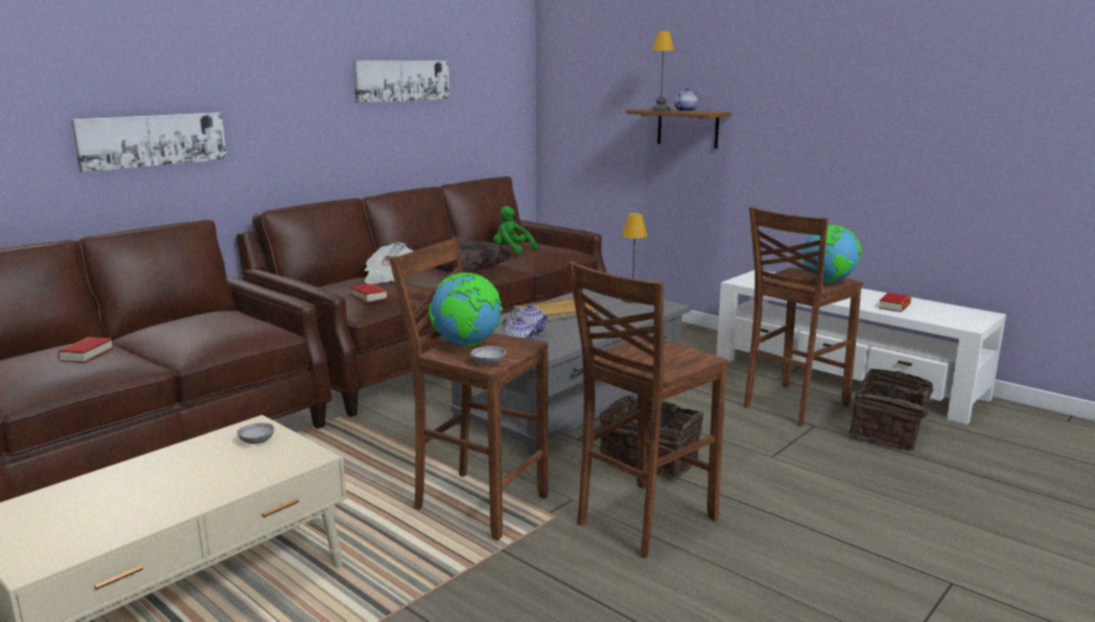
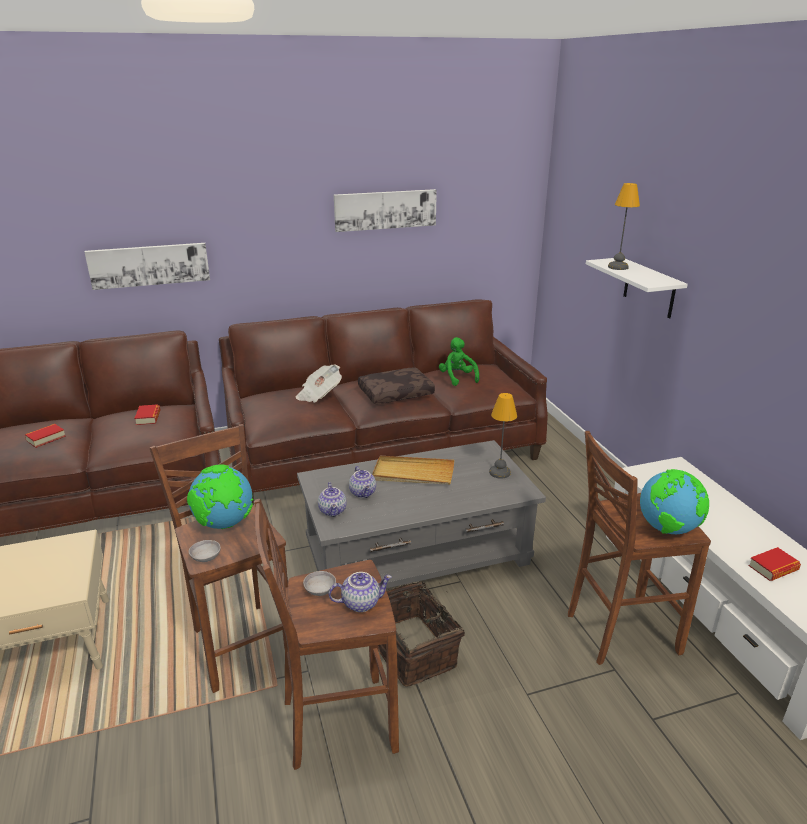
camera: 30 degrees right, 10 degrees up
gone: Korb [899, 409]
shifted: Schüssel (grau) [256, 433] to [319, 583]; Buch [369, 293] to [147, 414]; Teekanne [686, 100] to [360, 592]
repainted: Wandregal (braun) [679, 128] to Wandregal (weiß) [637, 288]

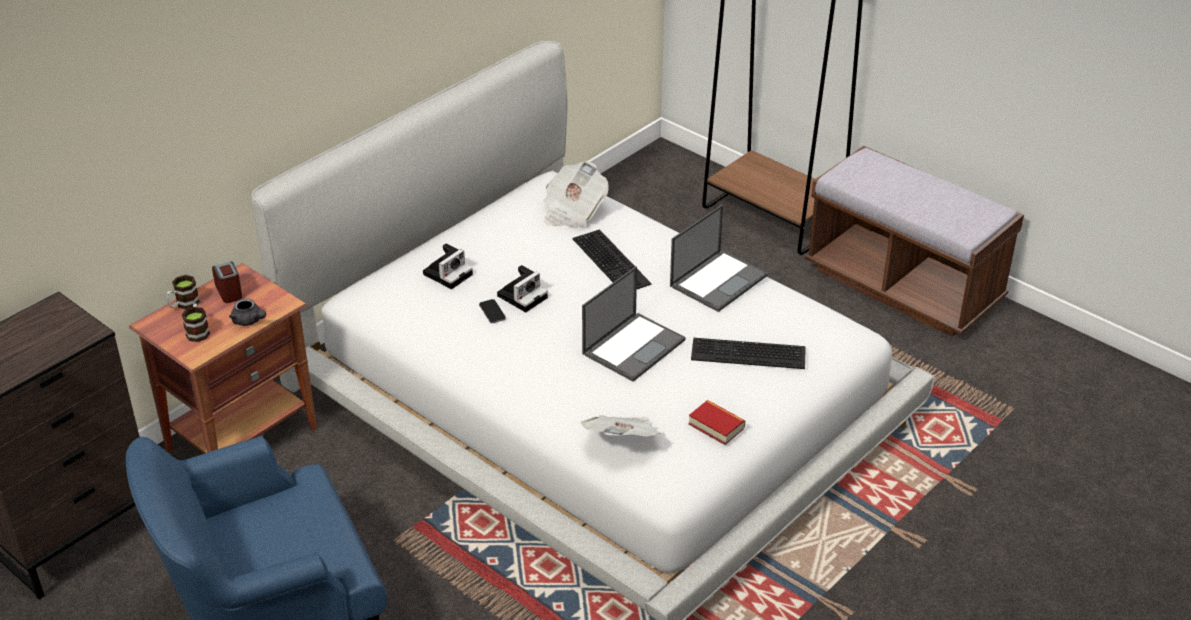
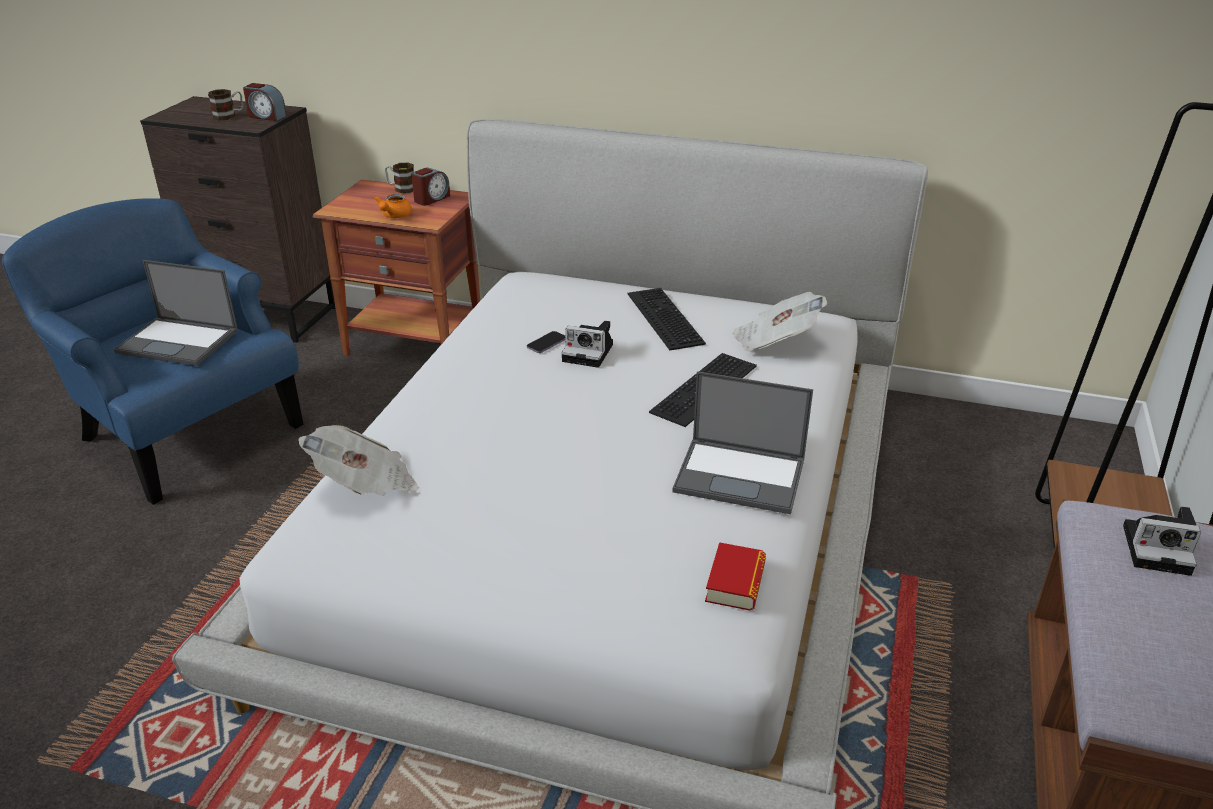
camera: 65 degrees right, 5 degrees down
new: Wecker [265, 102]
shifted: Henkelbecher [196, 322] to [225, 104]; Kamera [448, 266] to [1162, 541]; Laptop [633, 324] to [176, 313]; Buch [717, 422] to [735, 576]; Tastatur [748, 353] to [667, 319]
repainted: Teekanne (grau) [247, 312] to Teekanne (orange) [393, 206]

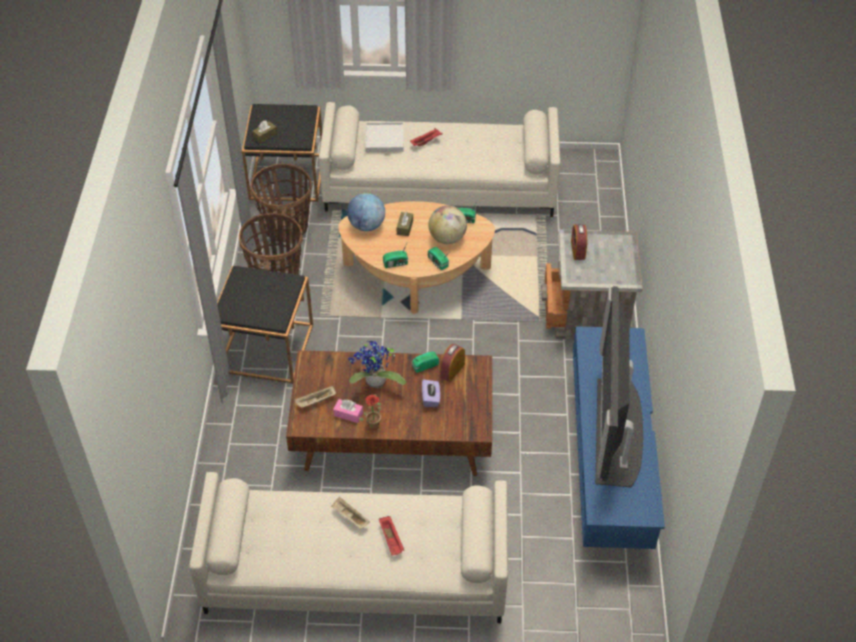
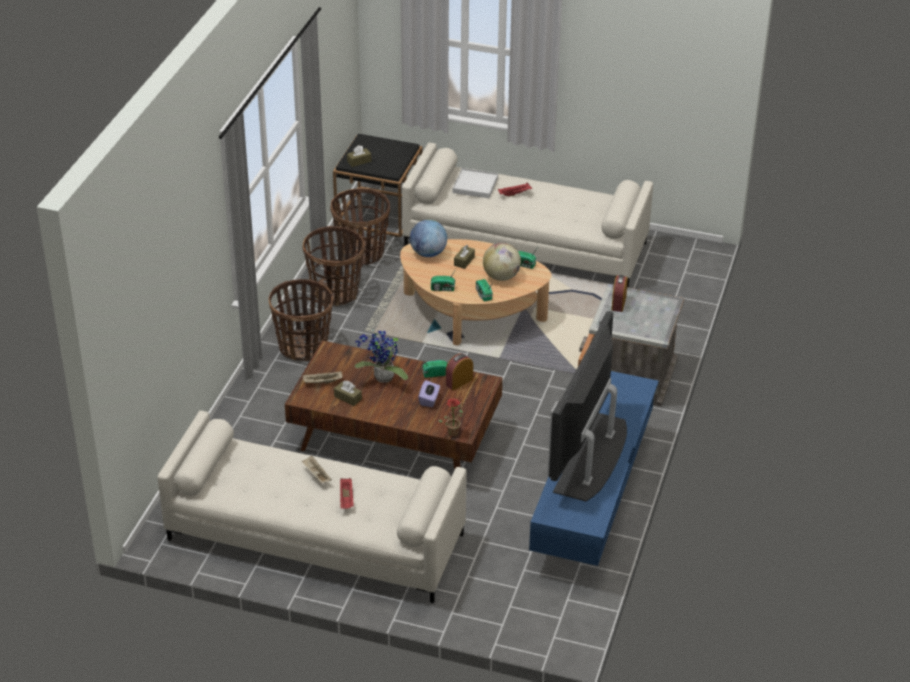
camera: 15 degrees right, 10 degrees down
shifted: Topfpflanze [370, 412] to [450, 418]
swapped: Beistelltisch (schwarz) [265, 324] to Korb [301, 320]
repainted: Taschentuchbox (rosa) [348, 411] to Taschentuchbox (braun) [348, 393]

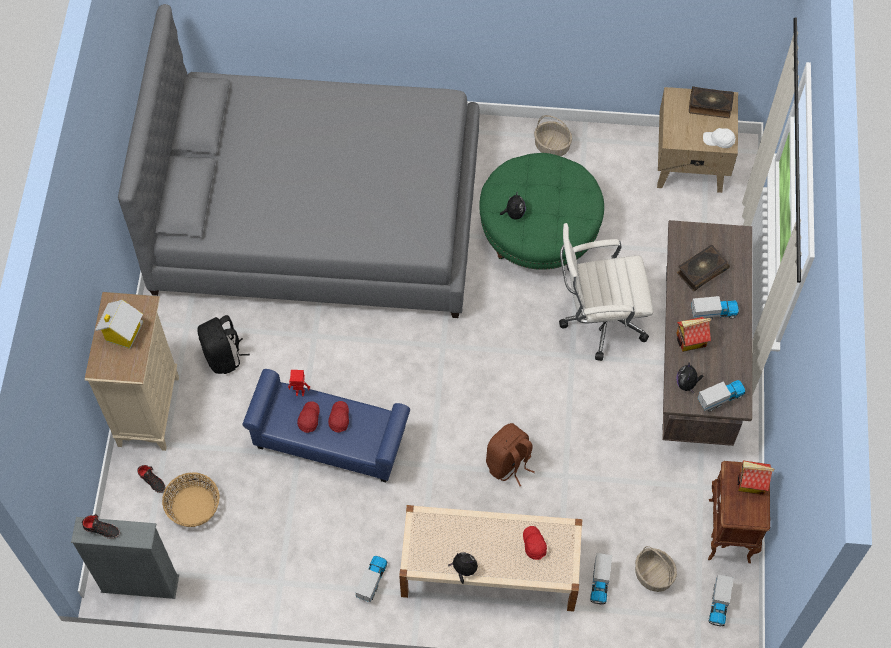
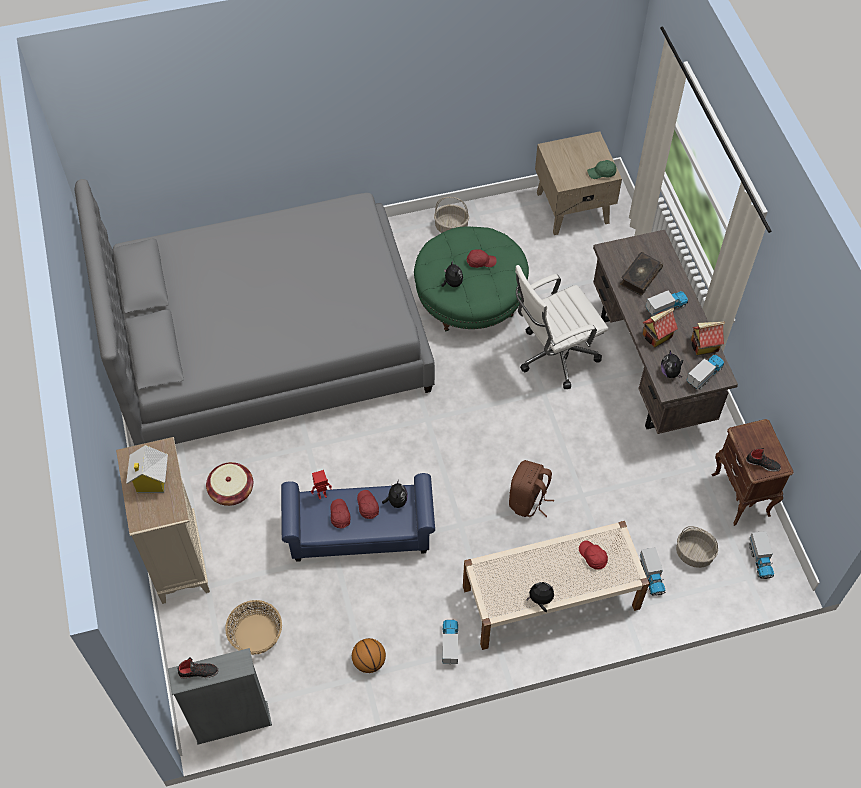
camera: 20 degrees left, 5 degrees down
gone: Buch [711, 102]
new: Basketball [369, 655]; Plüschtier [395, 494]; Kappe (rot) [482, 259]
shifted: Schuh (schwarz) [151, 479] to [763, 460]; Spielzeughaus [756, 478] to [708, 338]
swapped: Rucksack (schwarz) [223, 344] to Korb [229, 484]
repainted: Kappe (weiß) [719, 138] to Kappe (grün) [602, 169]

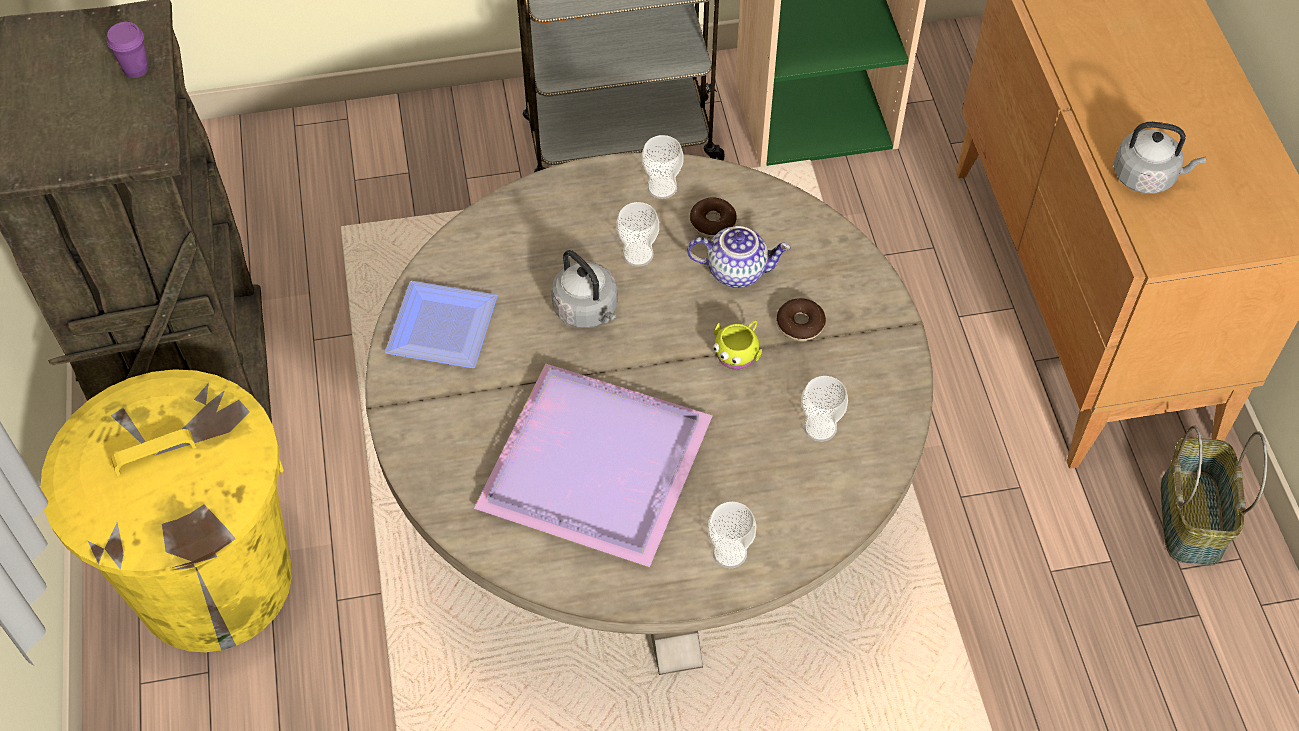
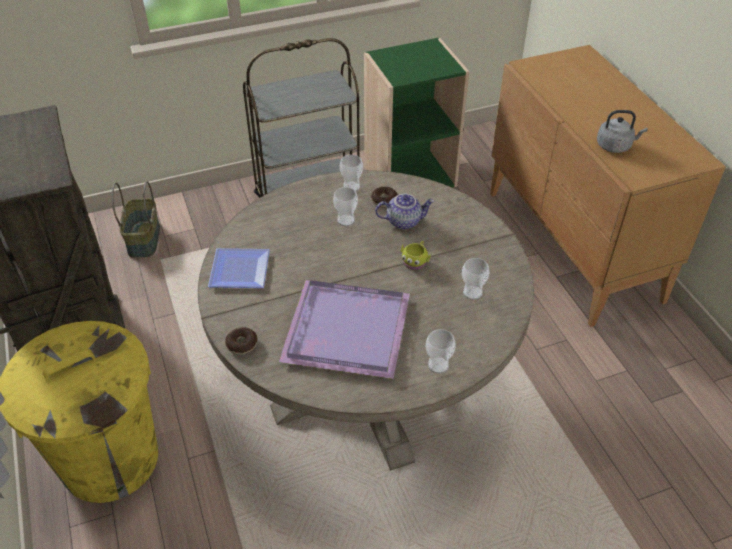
camera: 10 degrees left, 10 degrees down
gone: Tasse (lila) [127, 50]; Wasserkessel (grau) [584, 289]
shifted: Donut [801, 319] to [241, 341]; Korb [1214, 495] to [136, 219]

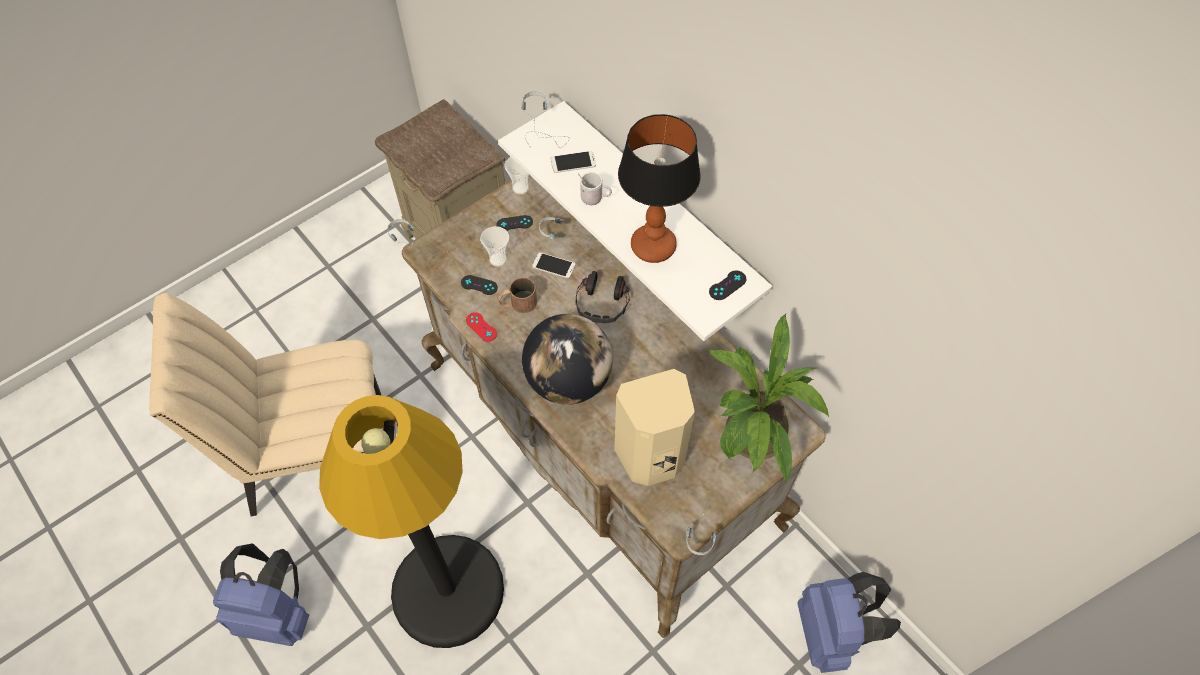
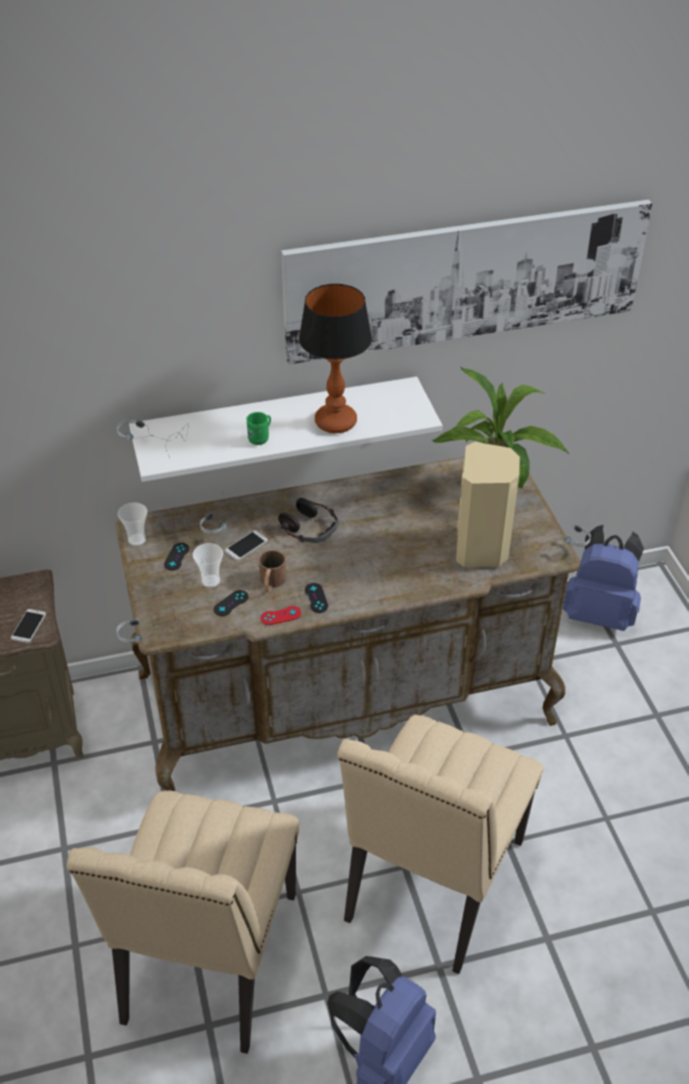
camera: 65 degrees left, 15 degrees down
gone: Globus [567, 359]
new: Bild [466, 282]
shifted: Handy [573, 162] to [28, 626]; Gamepad (schwarz) [728, 285] to [316, 598]
swapped: Stehlampe (schwarz) [411, 521] to Stuhl (beige) [440, 844]
repainted: Henkelbecher (weiß) [595, 188] to Henkelbecher (grün) [258, 428]

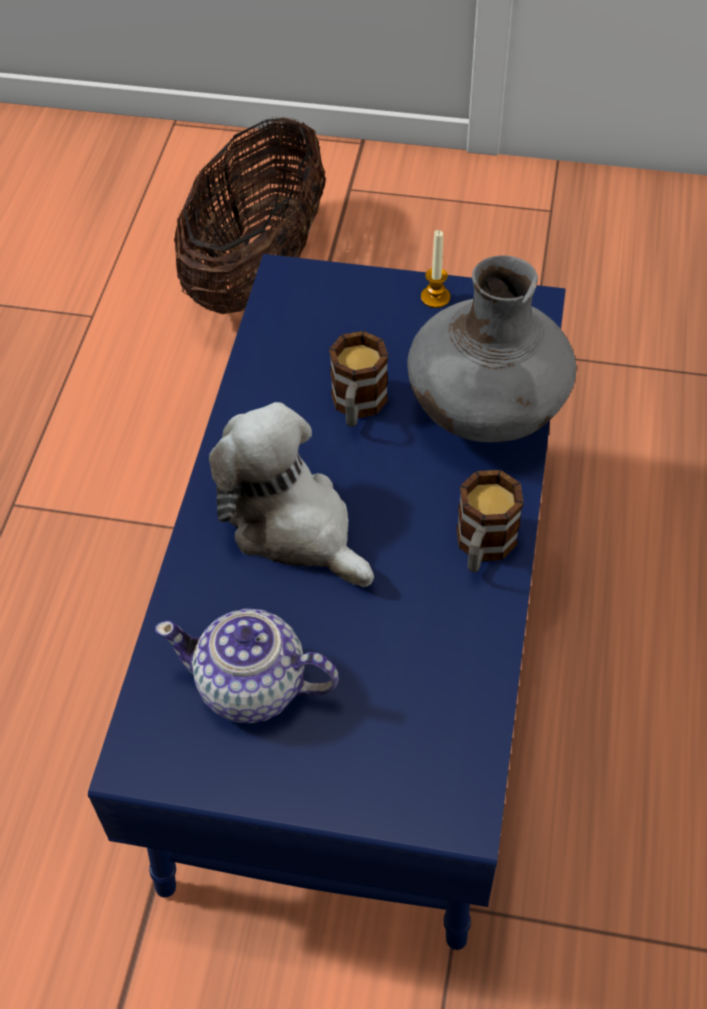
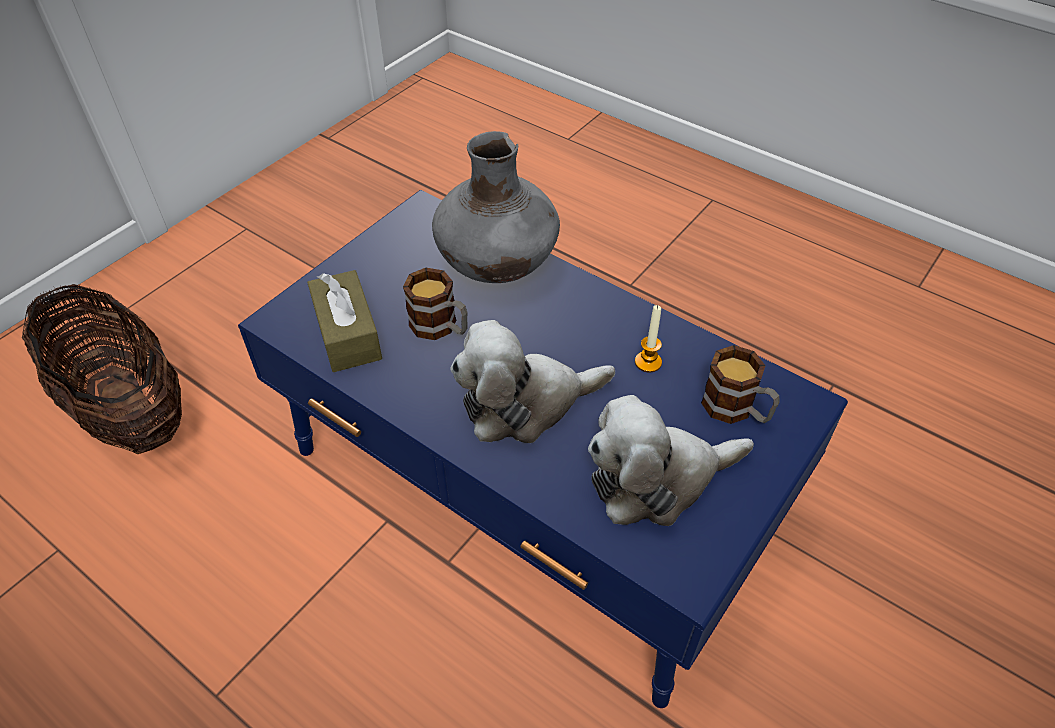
camera: 65 degrees left, 5 degrees down
new: Taschentuchbox (braun) [344, 321]
shifted: Kerze [435, 269] to [648, 339]; Henkelbecher [490, 521] to [740, 384]
swapped: Teekanne [246, 666] to Plüschtier [671, 460]

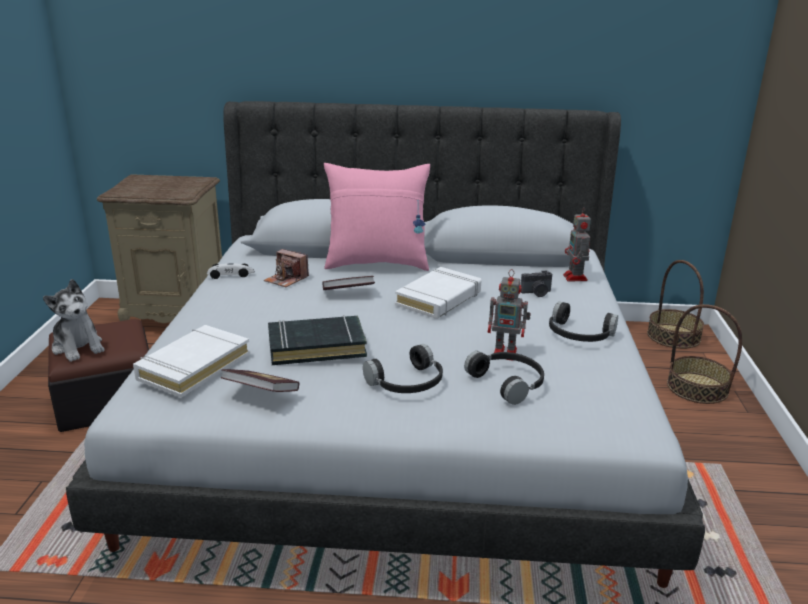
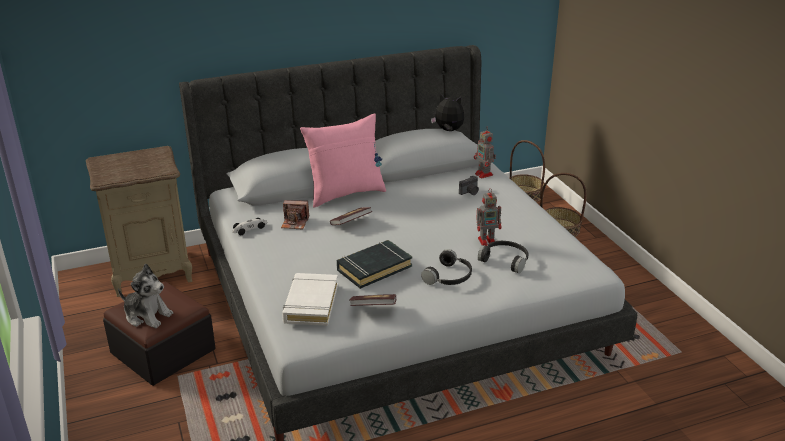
camera: 25 degrees left, 5 degrees up
gone: Buch (weiß) [438, 293]; Kopfhörer (schwarz) [583, 321]
new: Plüschtier [447, 112]

